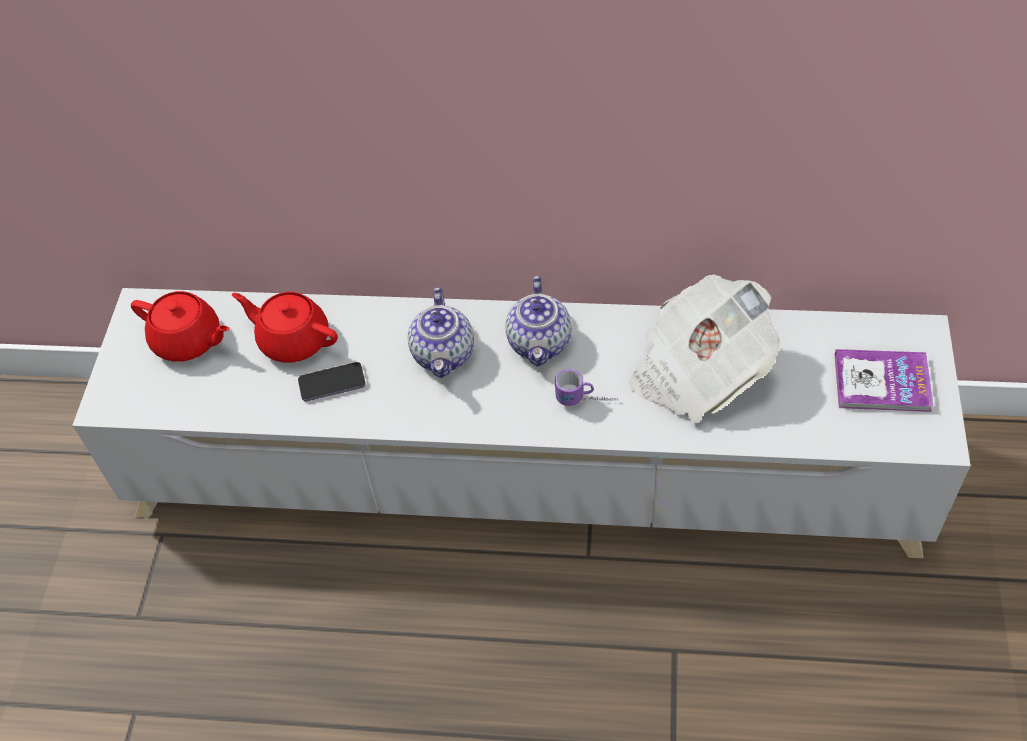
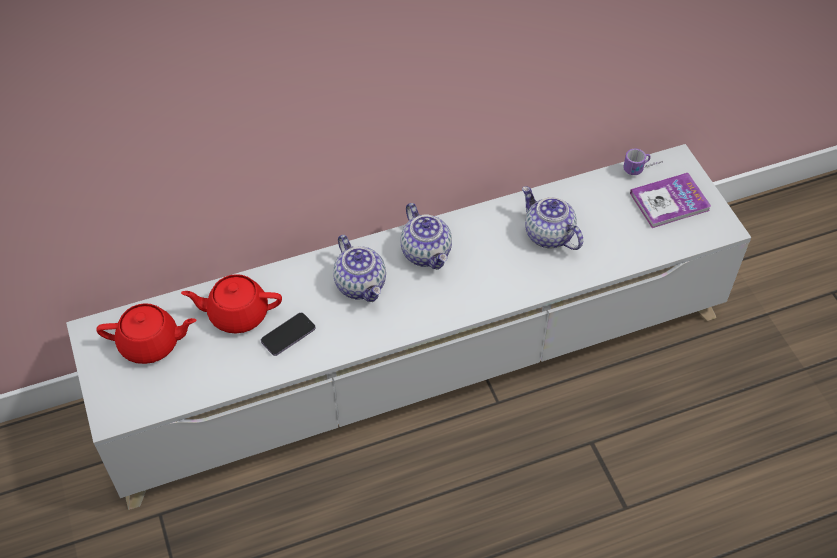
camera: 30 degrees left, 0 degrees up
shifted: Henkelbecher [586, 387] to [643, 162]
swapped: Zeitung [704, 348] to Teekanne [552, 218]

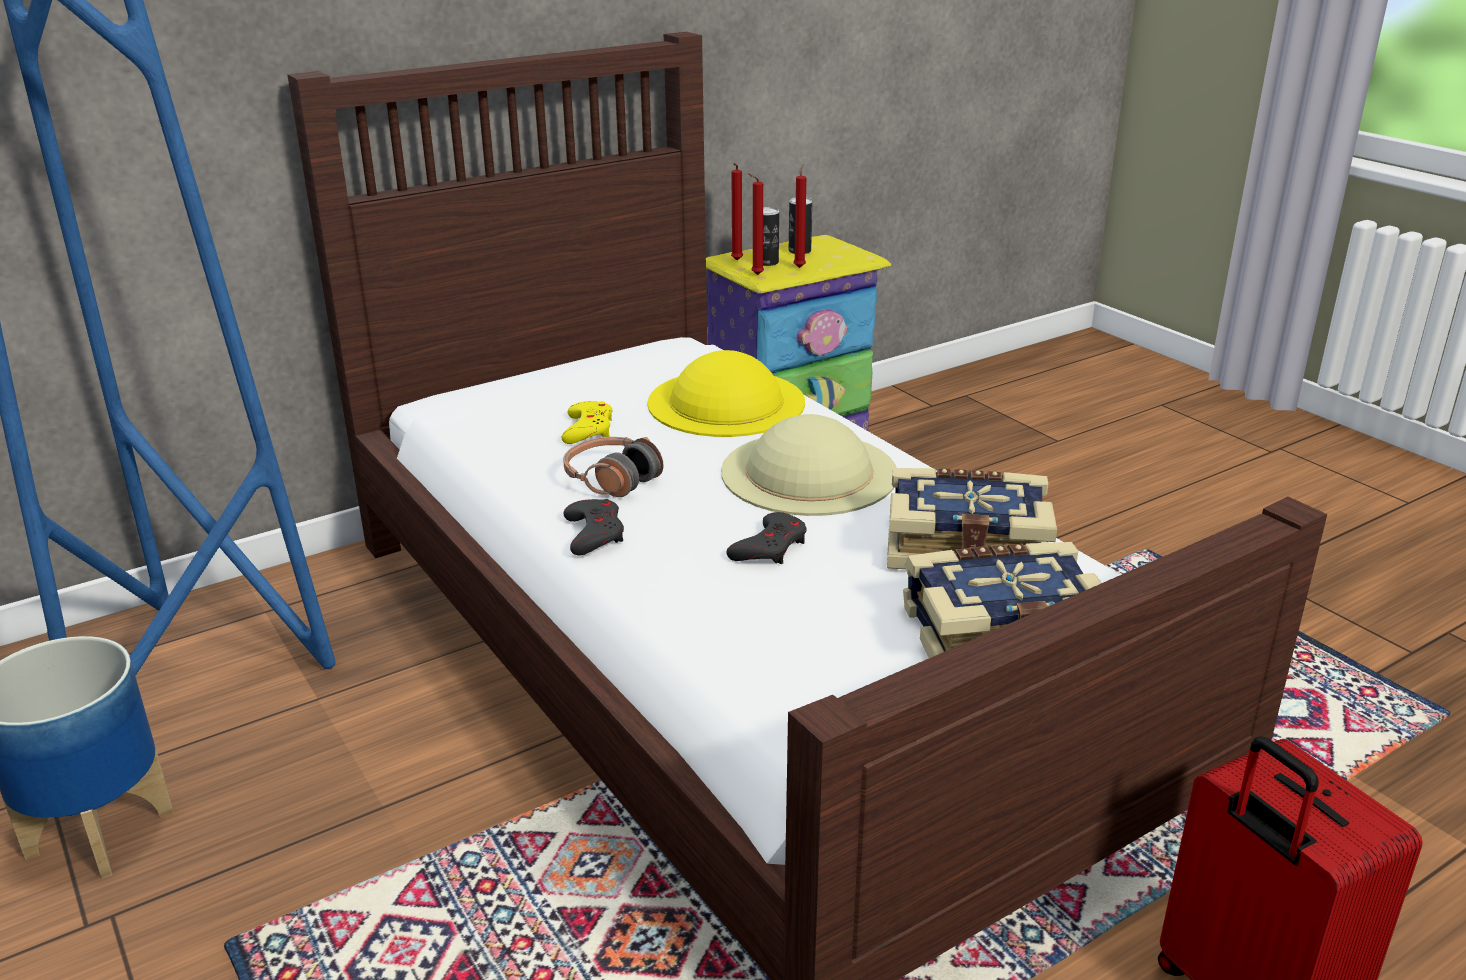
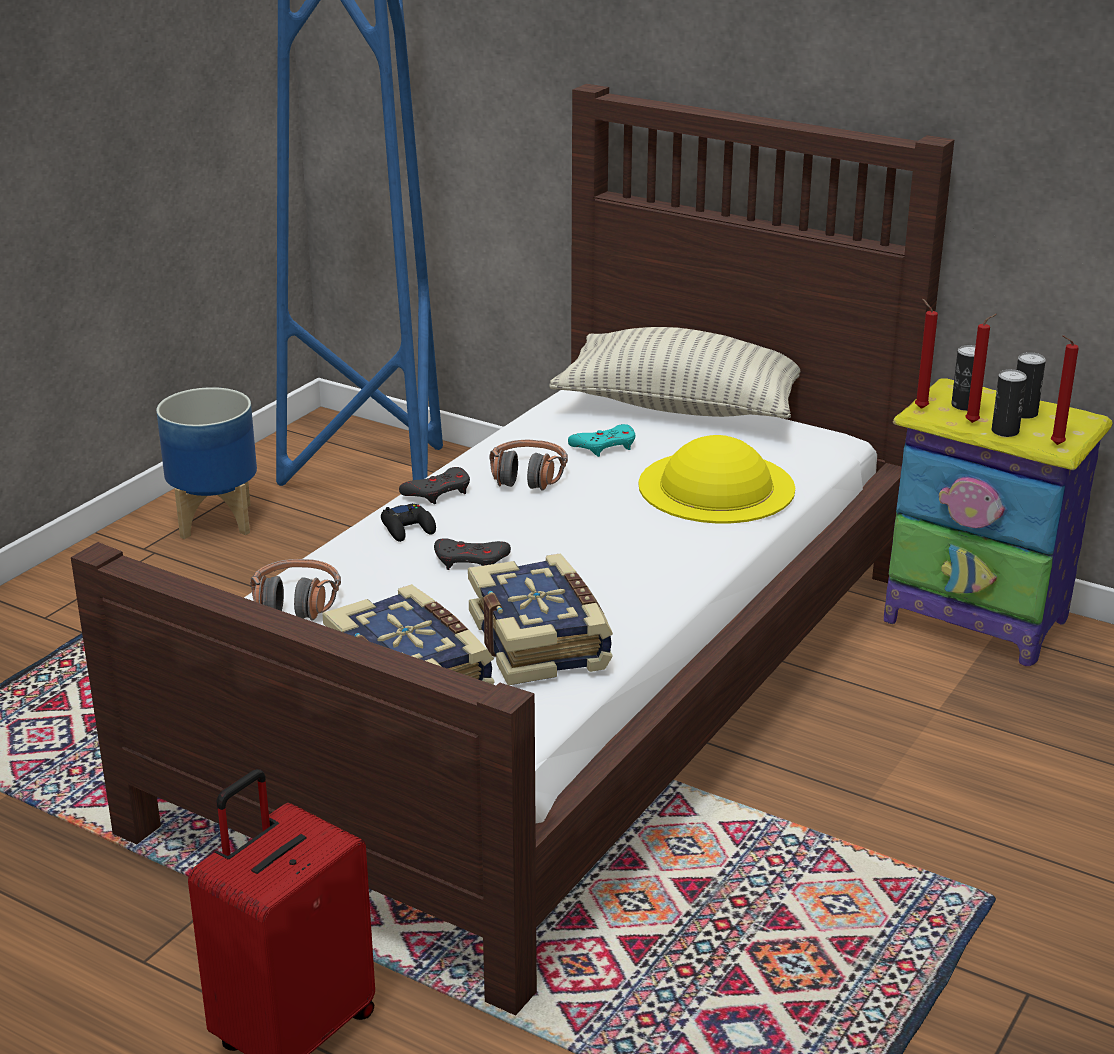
camera: 65 degrees right, 0 degrees up
gone: Hut (beige) [809, 465]
new: Kopfhörer [295, 590]; Gamepad (schwarz) [408, 522]; Kissen [675, 373]; Dose [1009, 403]
shifted: Kerze (rot) [737, 211] to [1065, 390]
repainted: Gamepad (gelb) [587, 422] to Gamepad (türkis) [601, 440]

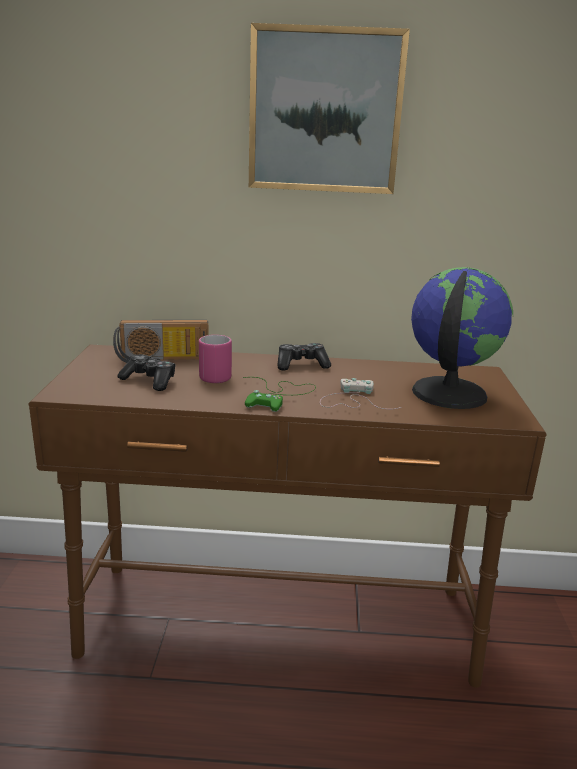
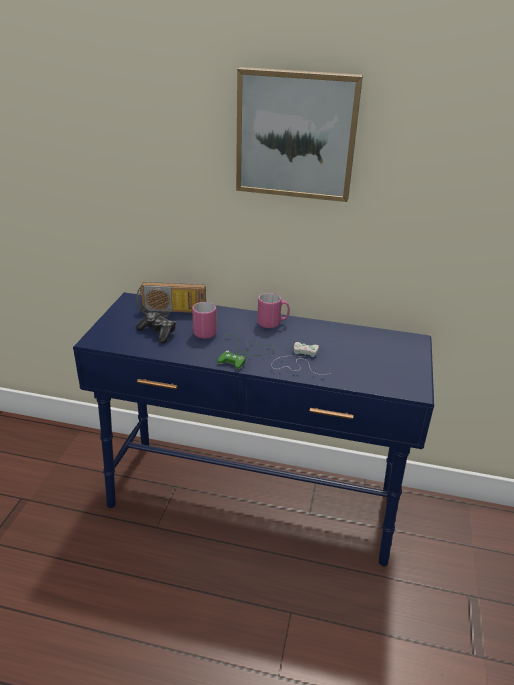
camera: 10 degrees right, 10 degrees up
gone: Globus [462, 338]
swapped: Gamepad [304, 357] to Henkelbecher (rosa) [273, 310]
repainted: Konsolentisch (braun) [287, 516] to Konsolentisch (blau) [253, 429]

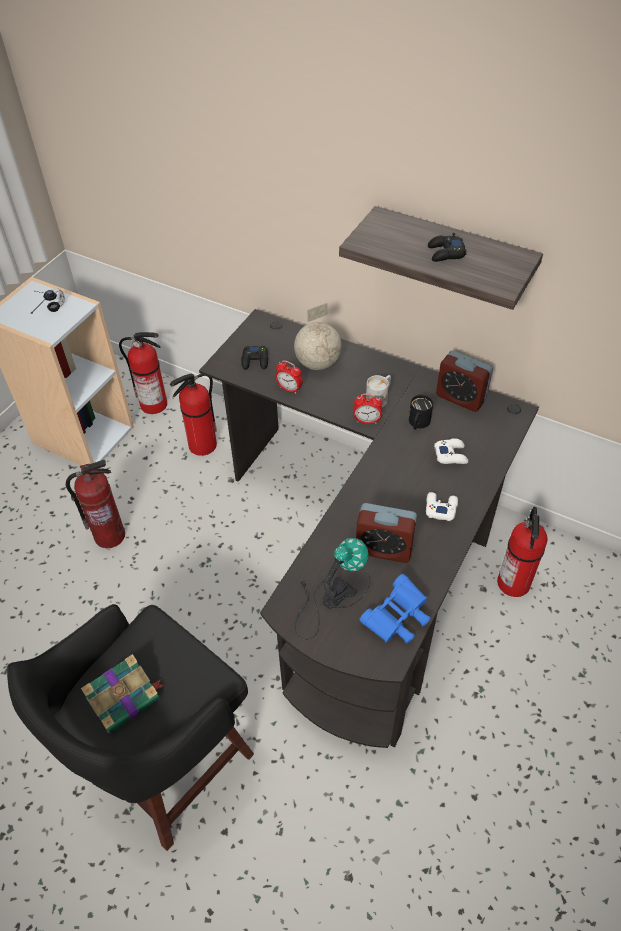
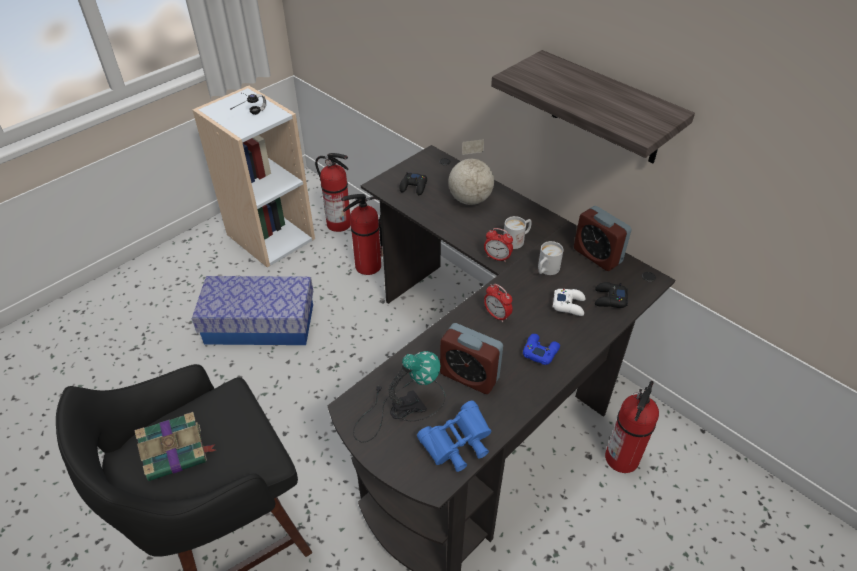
camera: 15 degrees right, 5 degrees down
shifted: Wecker [289, 377] to [498, 303]; Gamepad (schwarz) [447, 247] to [611, 295]
swapped: Feuerlöscher [95, 504] to Aufbewahrungsbox [252, 310]
repainted: Henkelbecher (schwarz) [421, 412] to Henkelbecher (weiß) [551, 258]; Gamepad (weiß) [442, 506] to Gamepad (blau) [541, 349]

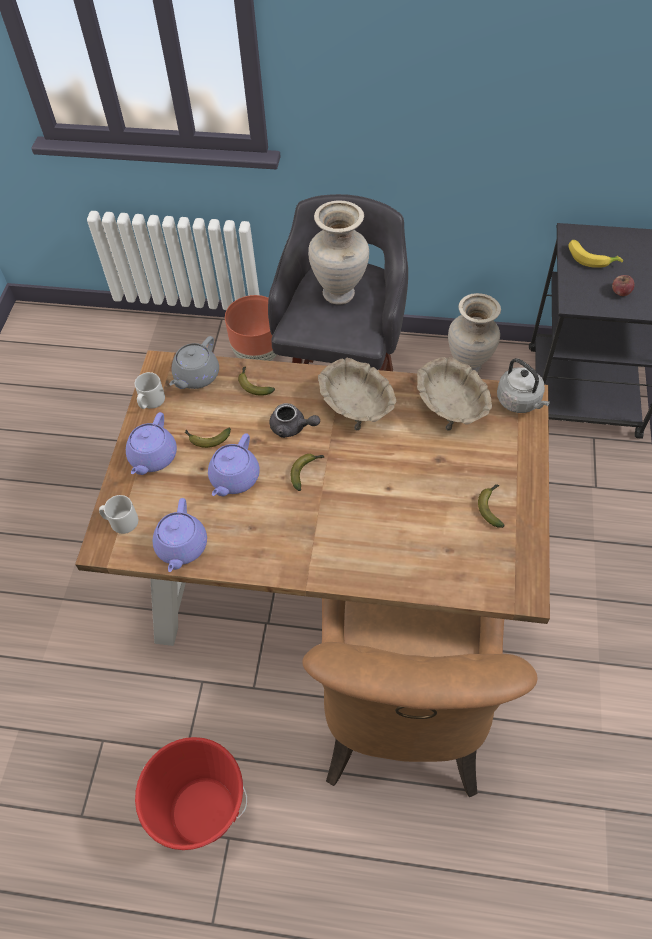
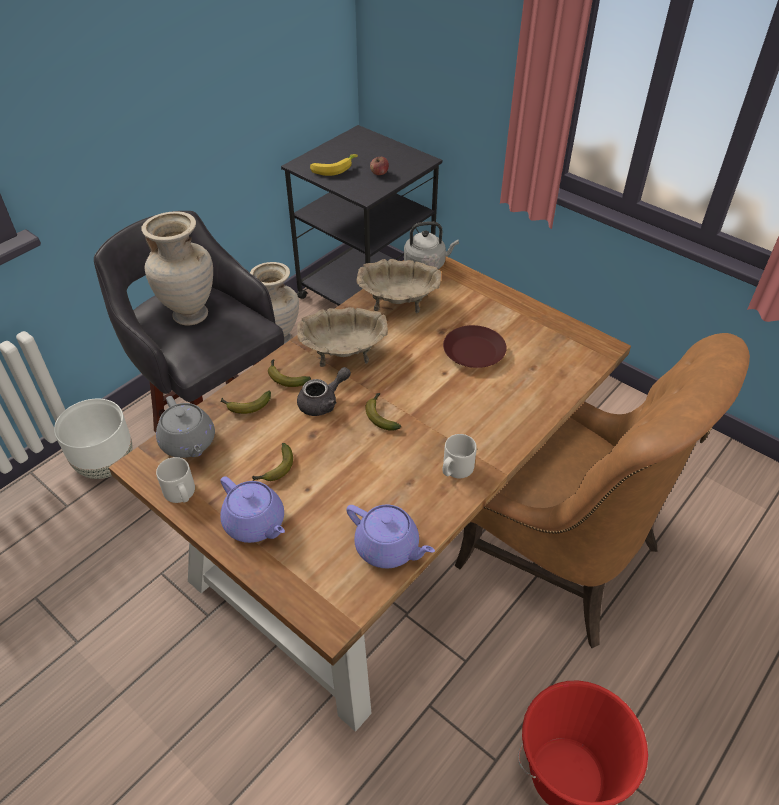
camera: 60 degrees left, 10 degrees down
gone: Teekanne (lila) [234, 464]
new: Teller (braun) [475, 346]
shifted: Henkelbecher (grau) [118, 514] to [460, 456]; Banane [491, 506] to [289, 373]
repainted: Pflanzkübel (braun) [251, 328] to Pflanzkübel (weiß) [93, 439]

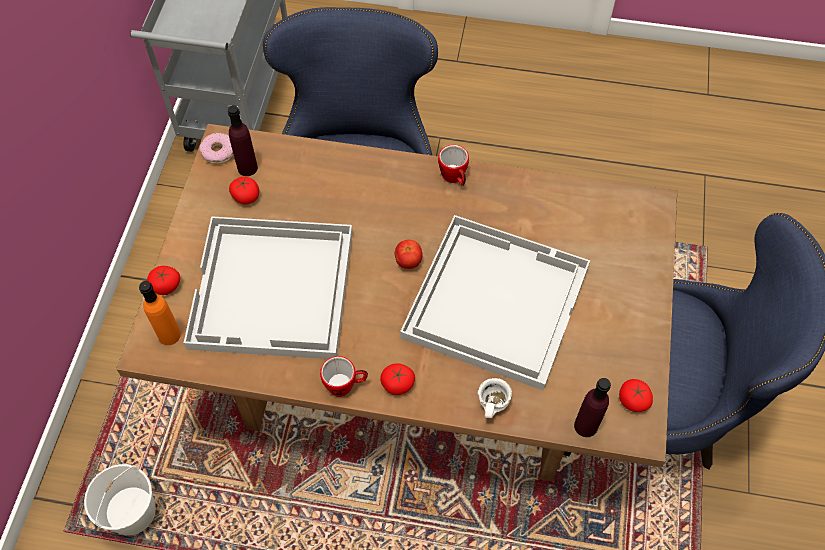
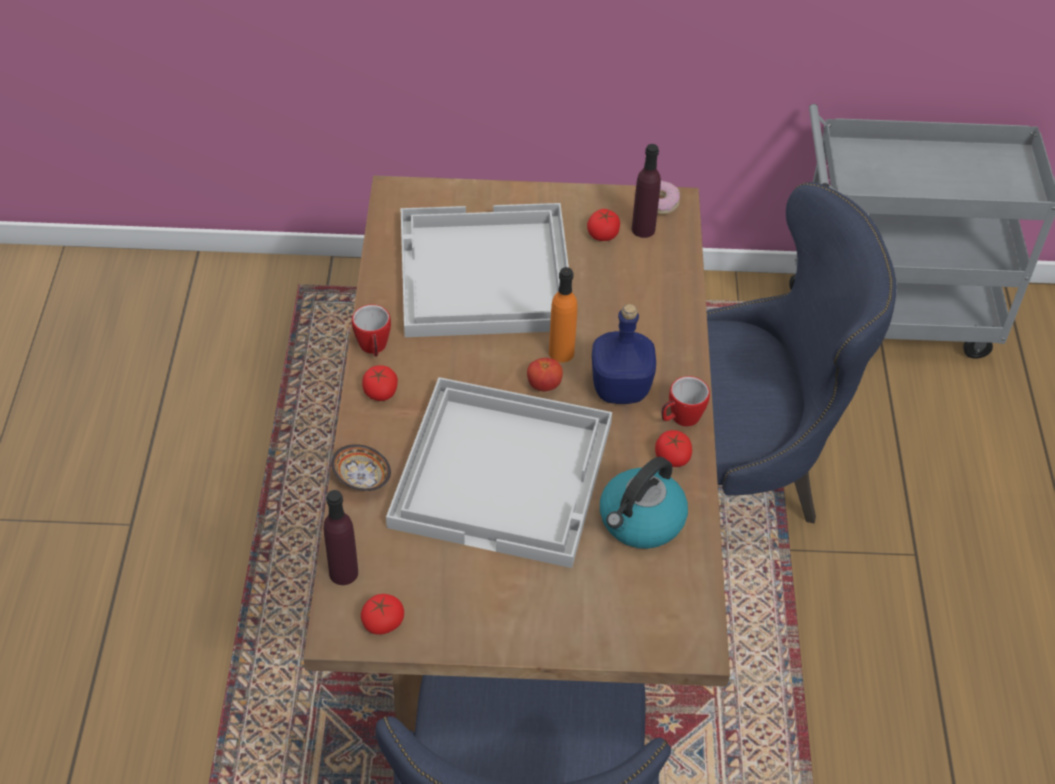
camera: 80 degrees right, 10 degrees down
gone: Eimer (weiß) [120, 499]
new: Flasche (blau) [624, 354]; Wasserkessel [644, 503]
shifted: Flasche (orange) [160, 313] to [563, 315]; Tomate [163, 280] to [673, 448]
swapped: Henkelbecher (weiß) [495, 398] to Schüssel [361, 467]

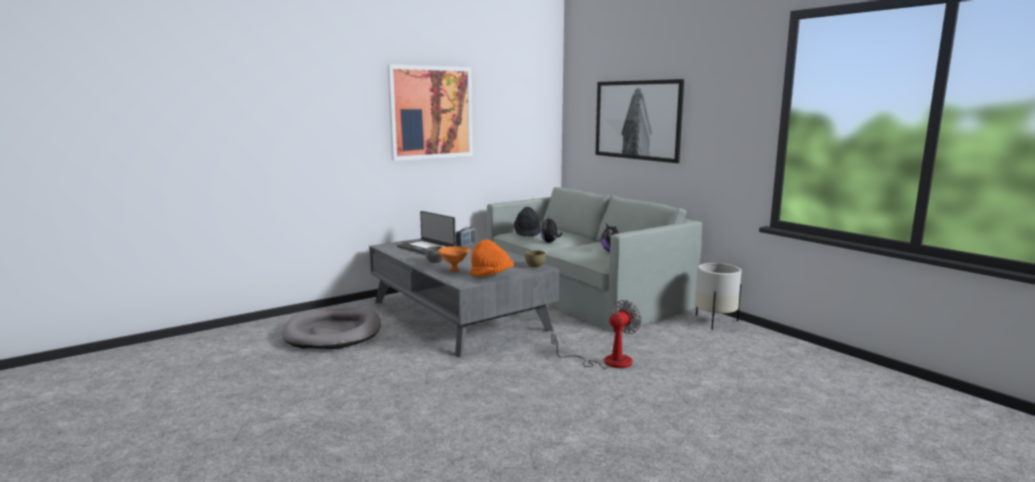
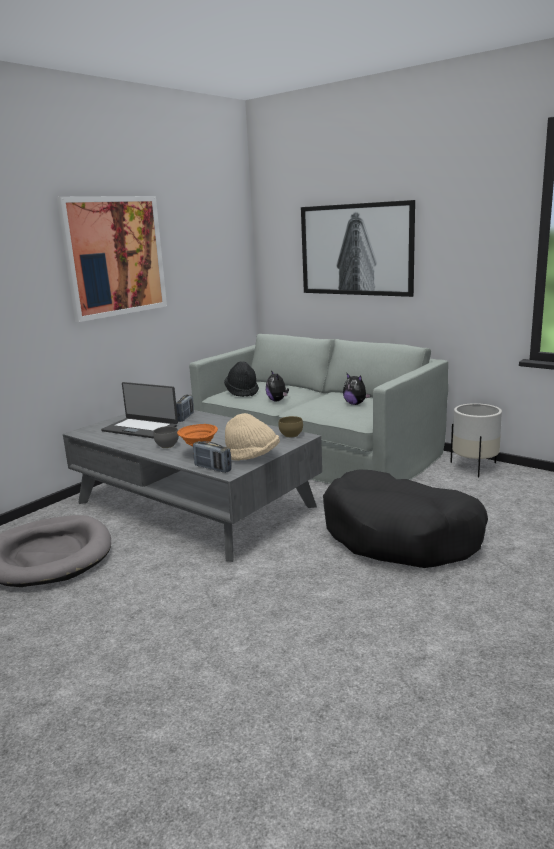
camera: 15 degrees left, 5 degrees up
new: Radio [212, 457]
swapped: Ventilator [596, 334] to Hundebett (schwarz) [405, 518]
repainted: Hut (orange) [492, 258] to Hut (beige) [252, 436]

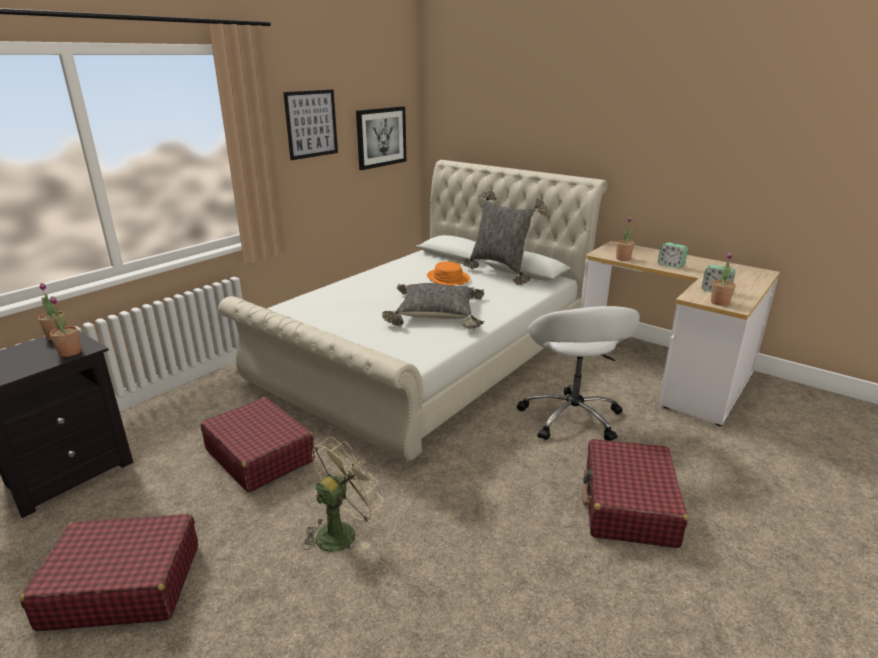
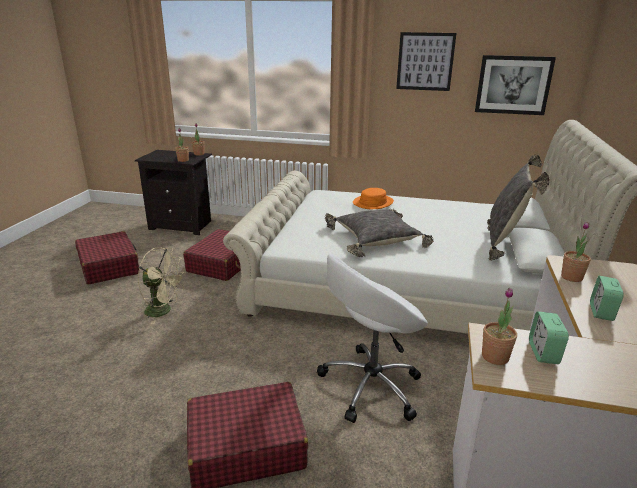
camera: 65 degrees right, 0 degrees up
shifted: Hut (orange) [448, 273] to [373, 198]

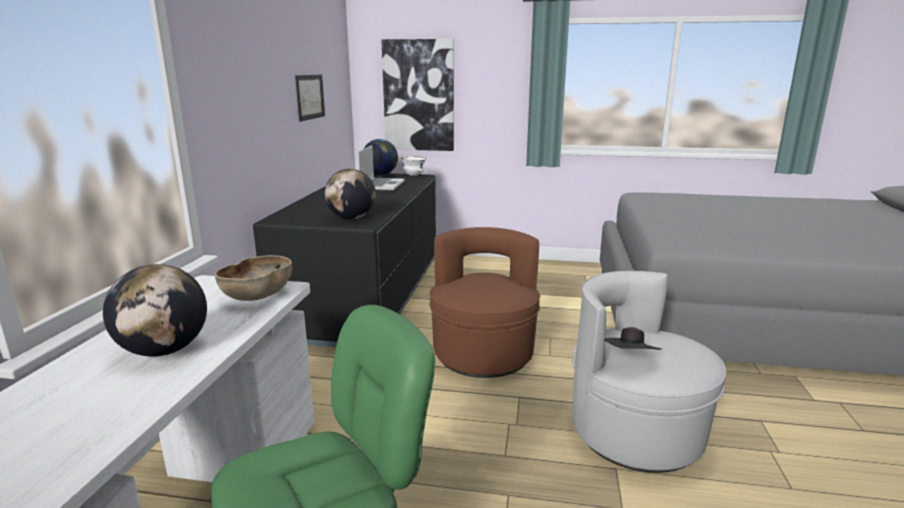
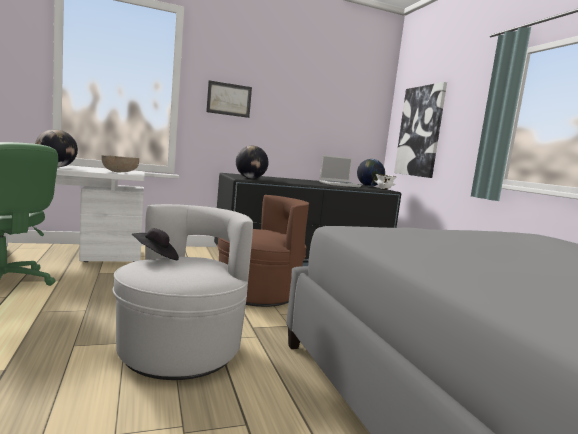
camera: 60 degrees right, 10 degrees down
shifted: Bild [310, 98] to [229, 99]

